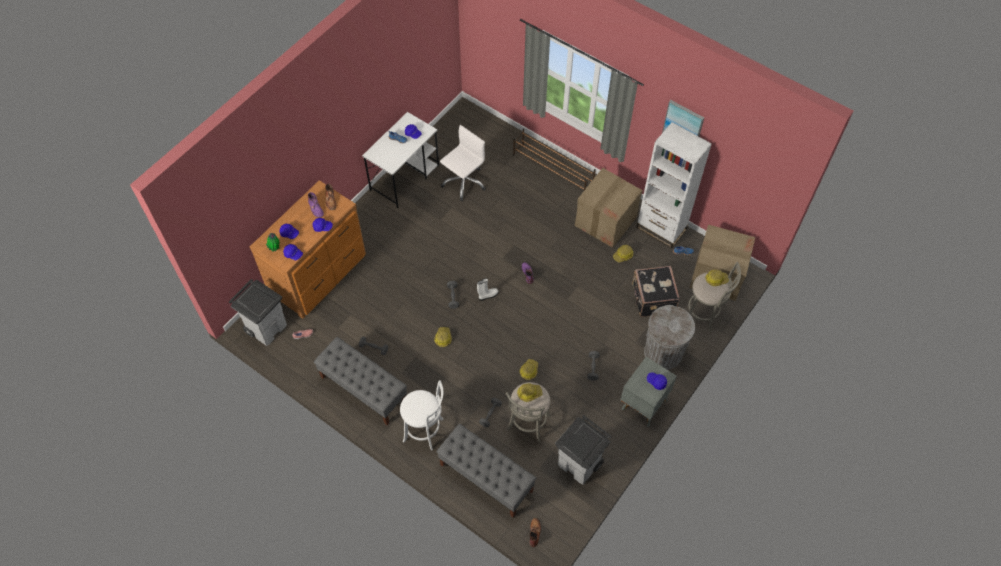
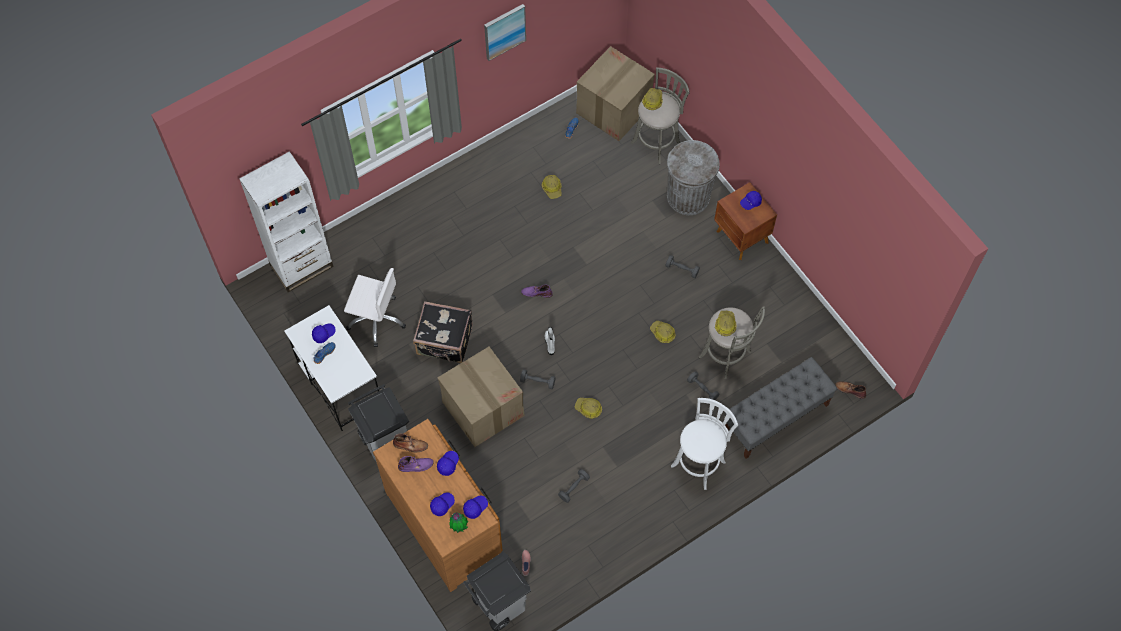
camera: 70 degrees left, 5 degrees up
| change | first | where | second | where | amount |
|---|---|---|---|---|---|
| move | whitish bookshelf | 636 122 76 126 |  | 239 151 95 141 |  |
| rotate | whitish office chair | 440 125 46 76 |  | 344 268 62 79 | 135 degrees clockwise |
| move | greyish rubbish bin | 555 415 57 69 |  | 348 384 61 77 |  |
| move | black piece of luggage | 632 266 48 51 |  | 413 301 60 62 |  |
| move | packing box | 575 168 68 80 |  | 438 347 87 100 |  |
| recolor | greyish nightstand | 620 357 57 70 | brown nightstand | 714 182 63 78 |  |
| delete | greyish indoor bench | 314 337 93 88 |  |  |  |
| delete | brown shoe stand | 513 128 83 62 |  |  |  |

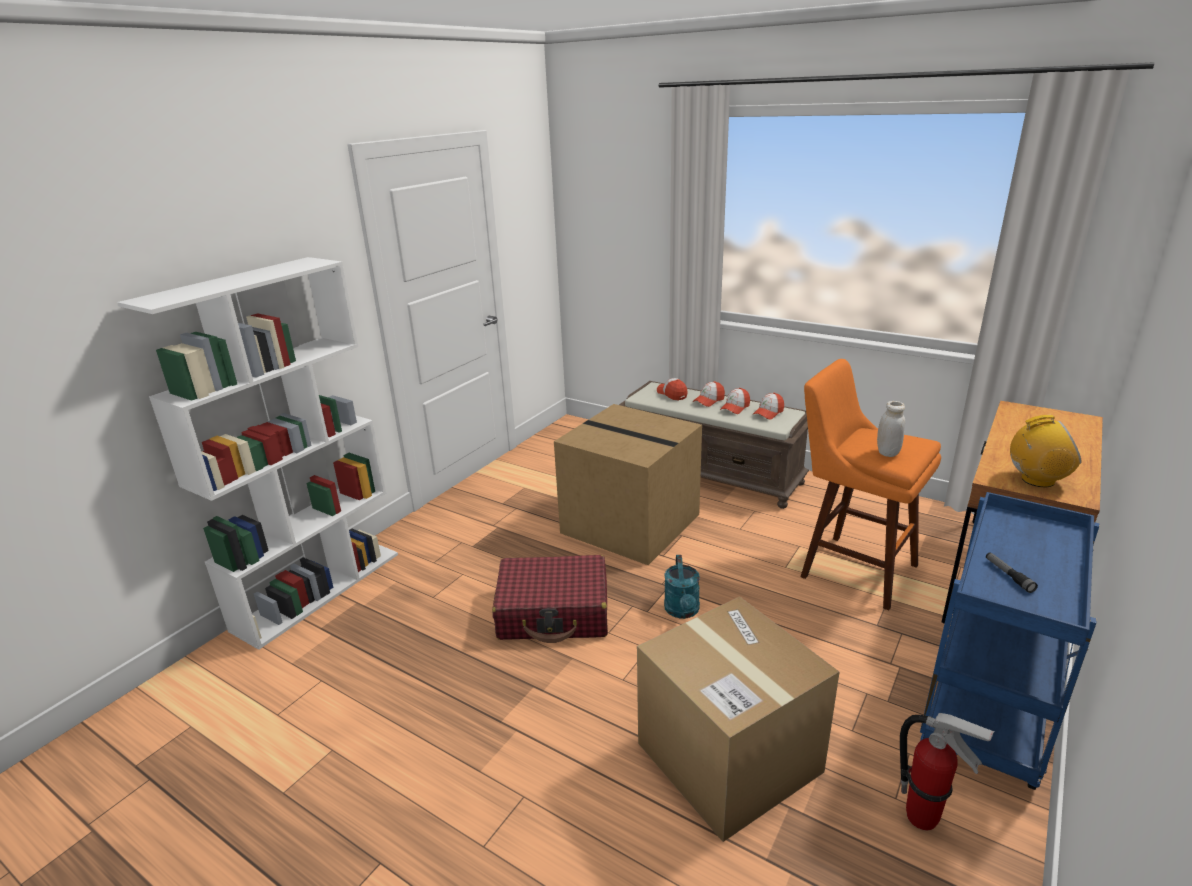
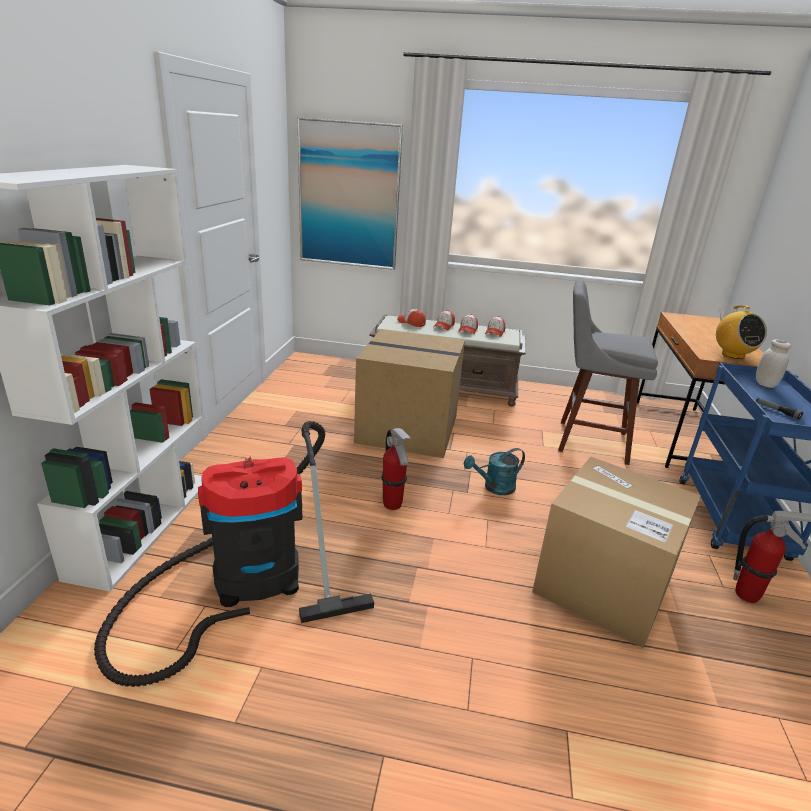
camera: 25 degrees left, 0 degrees up
| change | first | where | second | where | amount |
|---|---|---|---|---|---|
| insert |  |  | vacuum | 94 421 280 266 |  |
| insert |  |  | wall art | 297 117 106 153 |  |
| replace | reddish piece of luggage | 492 555 116 88 | fire extinguisher | 381 428 31 82 |  |
| rotate | turquoise-coloured sprinkling can | 664 555 36 64 |  | 464 448 61 47 | 90 degrees clockwise |
| recolor | orange sitting stool | 800 359 141 251 | greyish sitting stool | 558 279 100 186 |  |
| rotate | radio set | 1010 415 72 72 |  | 716 306 51 53 | 90 degrees clockwise |
| move | whitish storage jar | 877 401 28 56 |  | 756 340 35 48 |  |

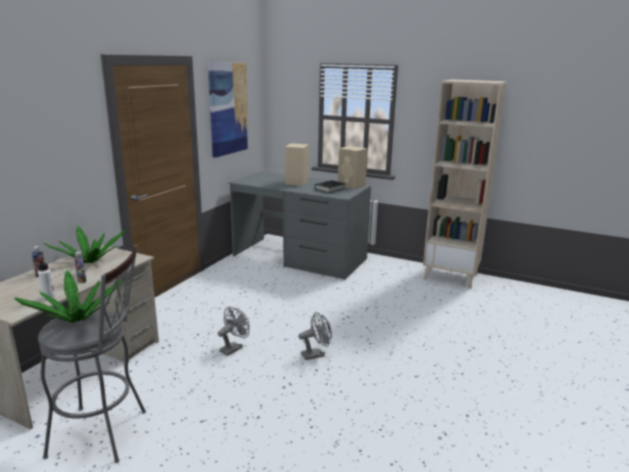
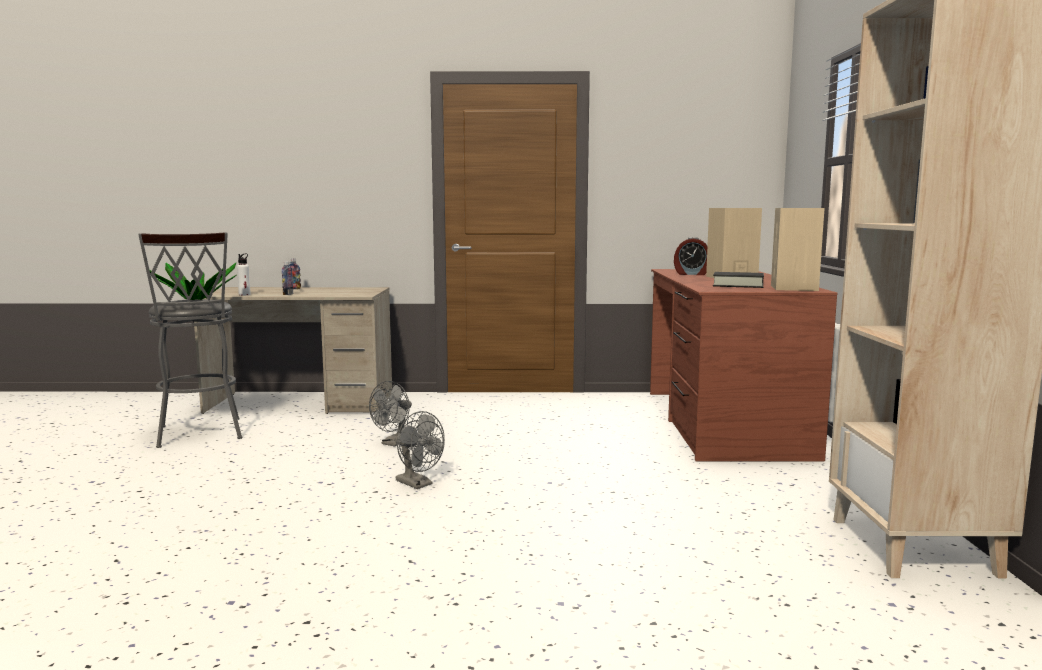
camera: 65 degrees right, 10 degrees down
| change | first | where | second | where | amount |
|---|---|---|---|---|---|
| rotate | greyish electric fan | 218 307 31 49 |  | 369 381 43 66 | 105 degrees clockwise |
| recolor | greyish desk | 228 171 143 109 | brown desk | 650 269 187 193 |  |
| insert |  |  | alarm clock | 674 237 33 38 |  |
| delete | plant in a pot | 44 226 82 37 |  |  |  |
| delete | wall art | 208 63 40 95 |  |  |  |

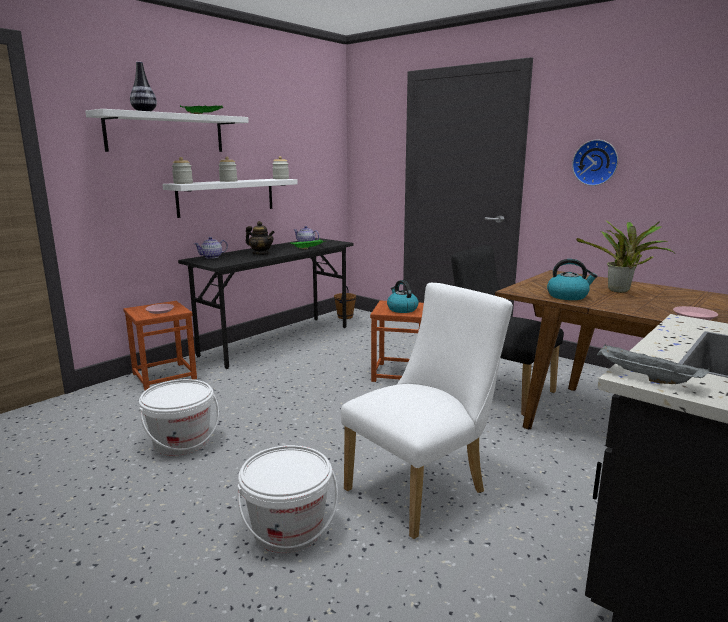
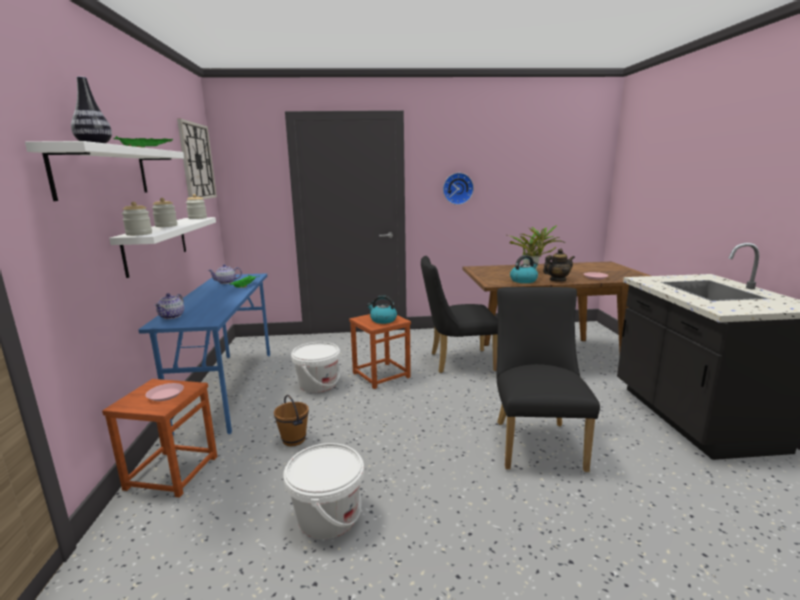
camera: 45 degrees left, 0 degrees up
| change | first | where | second | where | amount |
|---|---|---|---|---|---|
| recolor | black desk | 178 238 175 131 | bluish desk | 138 273 132 164 |  |
| insert |  |  | clock on the wall | 177 119 40 81 |  |
| move | brown water bucket | 334 286 22 33 |  | 274 395 35 51 |  |
| move | whitish water bucket | 237 445 101 108 |  | 291 342 49 51 |  |
| recolor | whitish chair | 341 283 172 256 | black chair | 497 287 103 185 |  |
| move | teapot | 246 221 29 34 |  | 543 249 32 33 |  |
| delete | greyish serving tray | 597 344 113 40 |  |  |  |

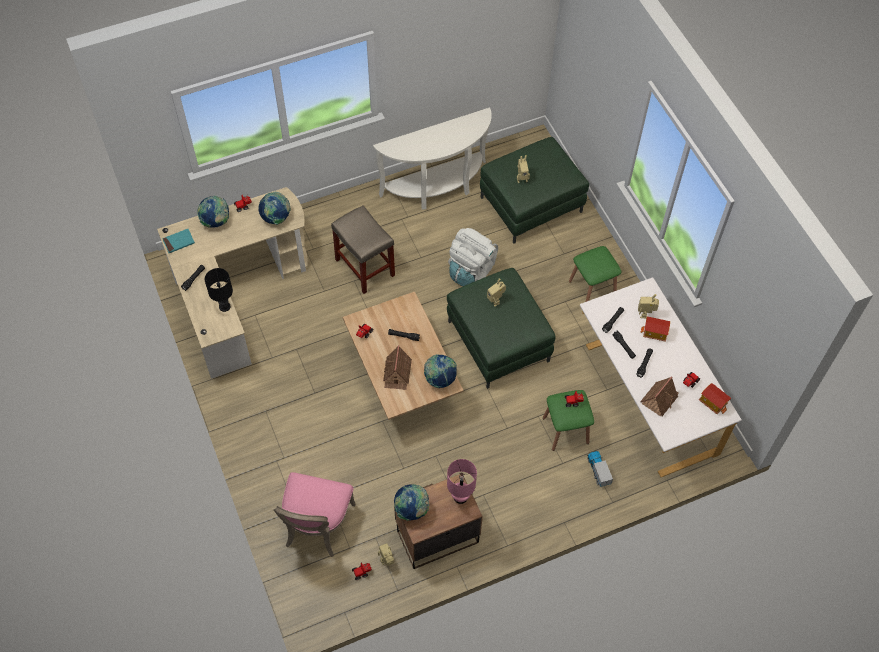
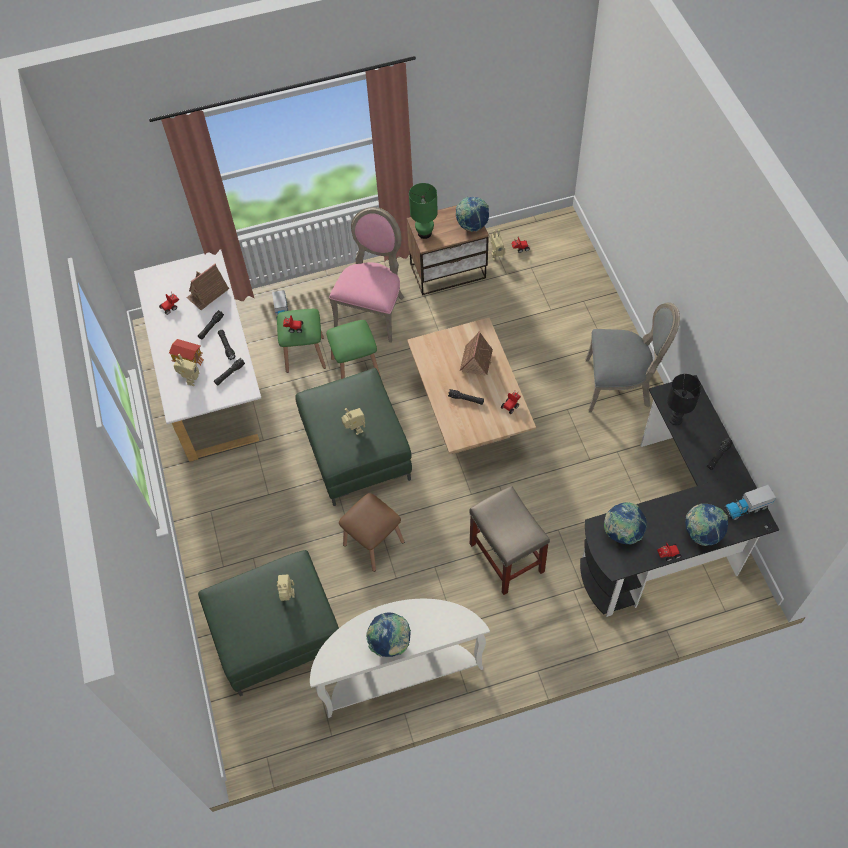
camera: 170 degrees left, 0 degrees up
| change | first | where | second | where | amount |
|---|---|---|---|---|---|
| move | green sitting stool | 569 246 53 56 |  | 326 320 55 59 |  |
| move | pink chair | 274 472 81 85 |  | 329 207 76 136 |  |
| replace | whitish knapsack | 448 228 50 58 | brown sitting stool | 339 493 65 79 |  |
| move | globe | 424 354 33 34 |  | 366 612 45 45 |  |
| recolor | pink table lamp | 447 459 30 45 | green table lamp | 409 183 29 56 |  |
| recolor | beige-coloured desk | 157 187 151 192 | black desk | 580 375 199 242 |  |
| insert |  |  | greyish chair | 586 302 94 110 |  |
| replace | turquoise-coloured volume | 162 229 33 24 | toy truck | 725 485 51 35 |  |
| delete | toy house | 699 383 32 31 |  |  |  |

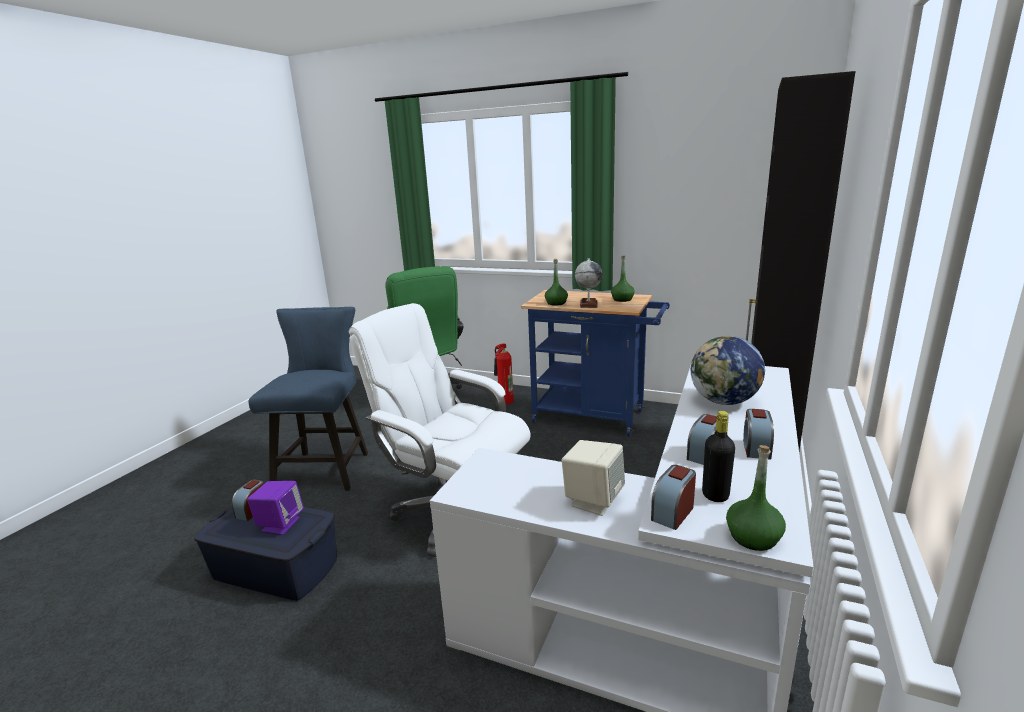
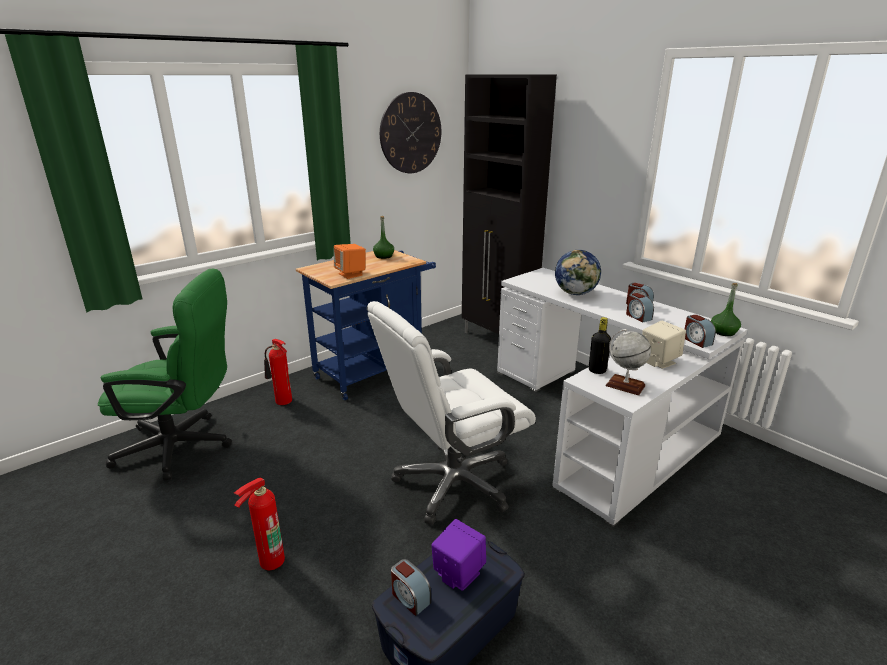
camera: 65 degrees left, 5 degrees up
| change | first | where | second | where | amount |
|---|---|---|---|---|---|
| replace | bluish chair | 248 307 120 184 | fire extinguisher | 234 478 51 92 |  |
| replace | green drink bottle | 545 259 23 47 | orange speaker | 334 244 32 35 |  |
| insert |  |  | clock on the wall | 380 92 61 81 |  |
| move | black drink bottle | 702 411 33 91 |  | 589 317 22 57 |  |
| move | globe | 575 258 28 50 |  | 605 329 46 67 |  |

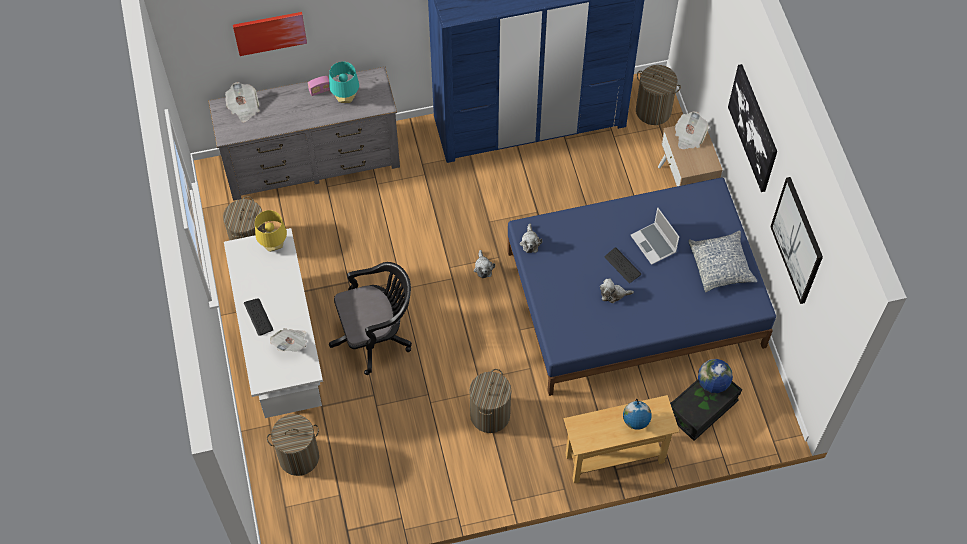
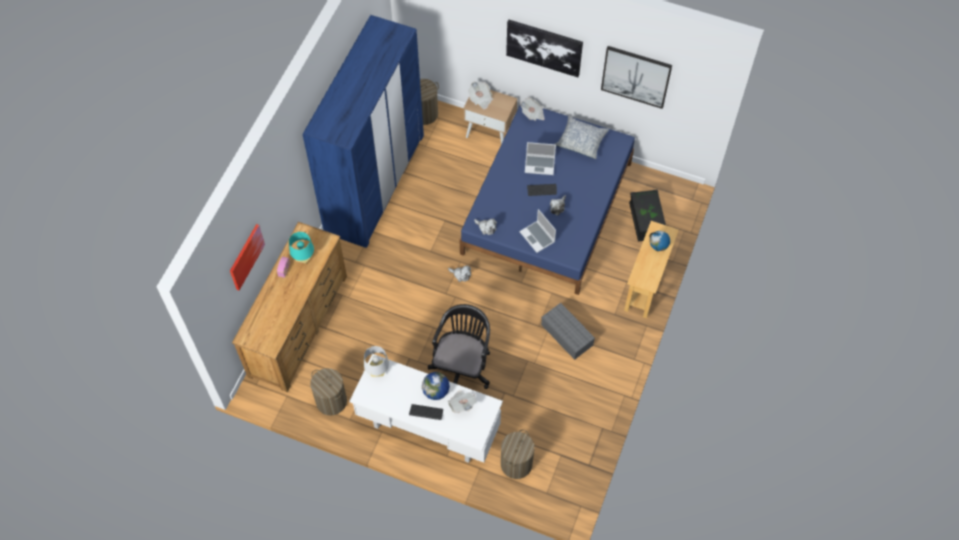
camera: 55 degrees left, 0 degrees up
| change | first | where | second | where | amount |
|---|---|---|---|---|---|
| recolor | greyish chest of drawers | 208 67 192 134 | brown chest of drawers | 232 222 115 170 |  |
| recolor | yellow table lamp | 255 210 32 42 | greyish table lamp | 364 346 25 31 |  |
| move | globe | 698 359 35 34 |  | 422 372 28 28 |  |
| insert |  |  | portable computer | 519 209 37 44 |  |
| move | newspaper | 225 82 35 41 |  | 520 98 24 23 |  |
| replace | hamper | 469 369 43 64 | greyish storage container | 541 303 54 57 |  |

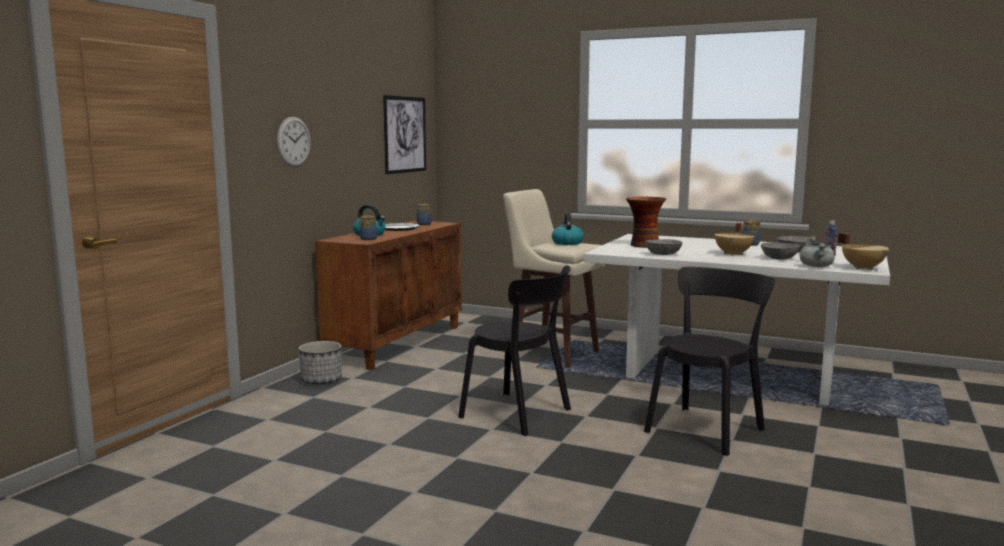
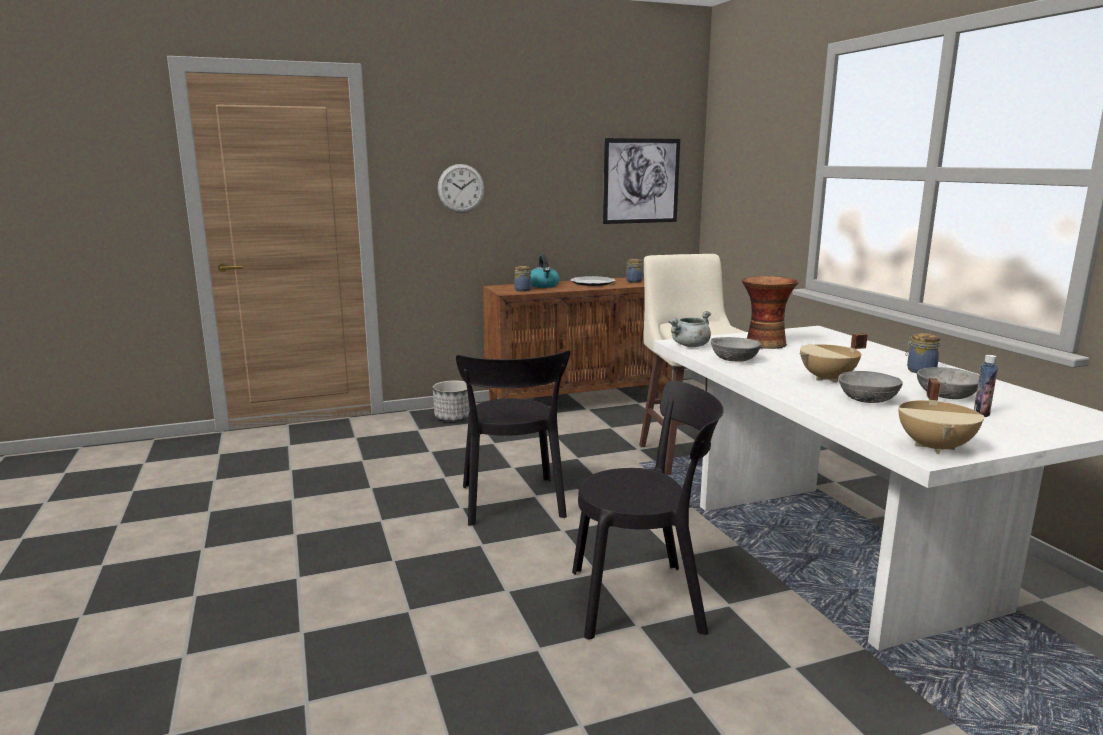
camera: 45 degrees right, 5 degrees up
| change | first | where | second | where | amount |
|---|---|---|---|---|---|
| move | greyish cooking pot | 799 236 36 31 |  | 668 311 43 36 |  |
| delete | water kettle | 552 213 32 32 |  |  |  |

